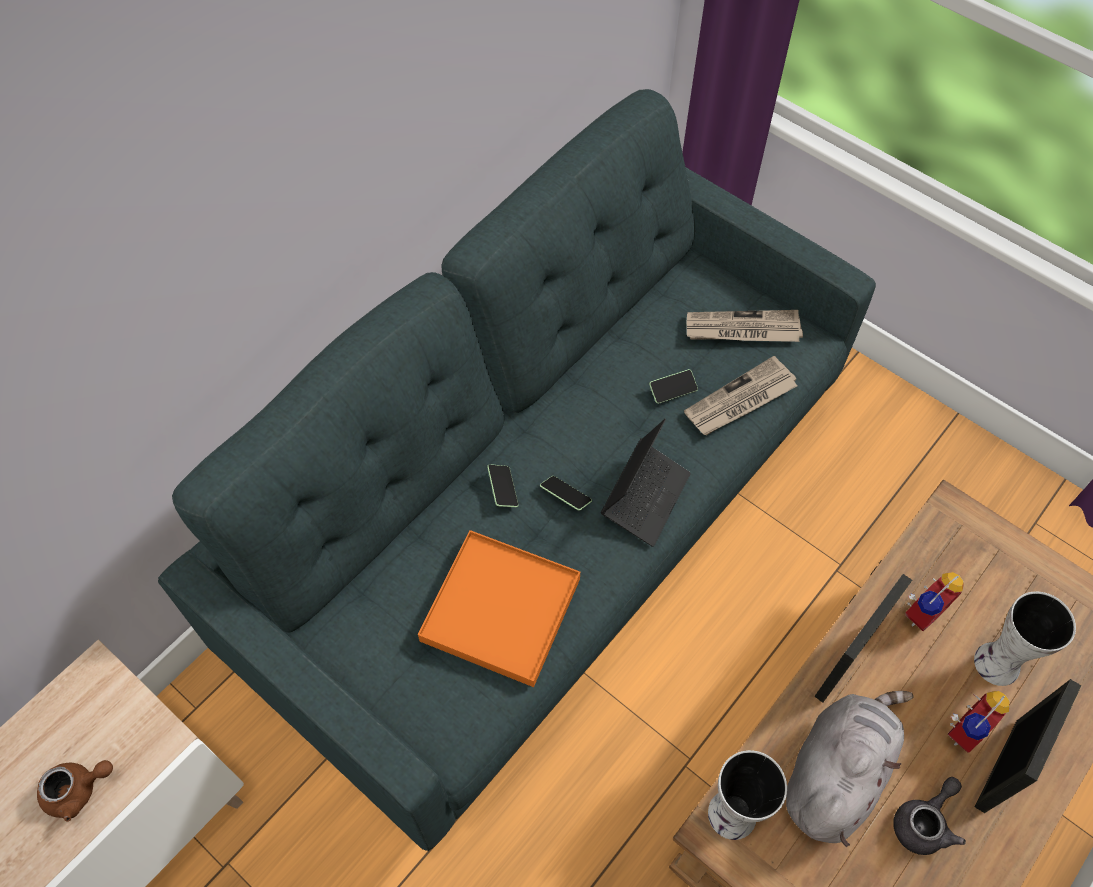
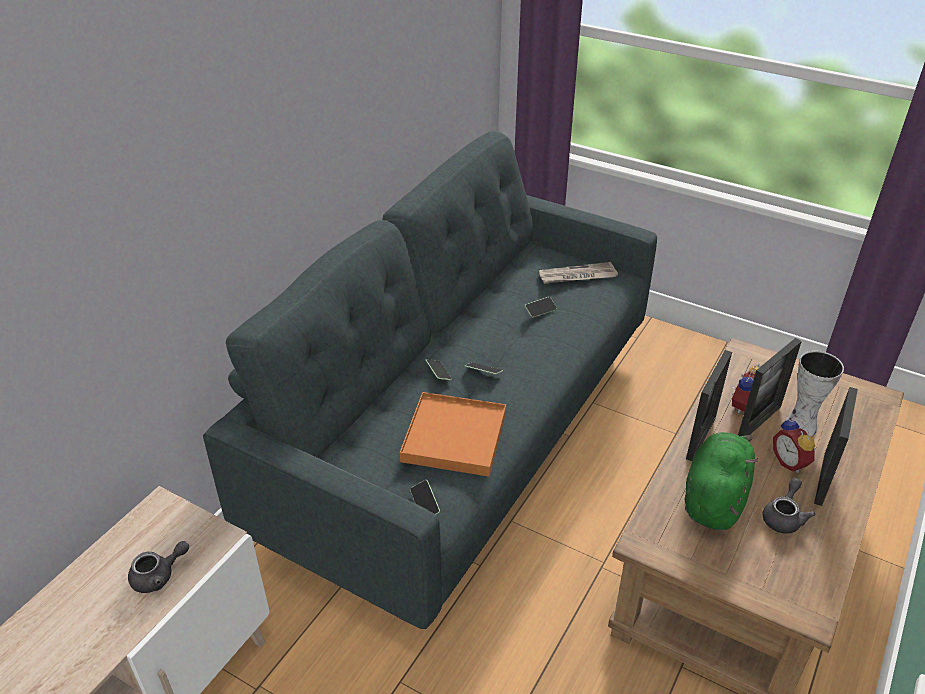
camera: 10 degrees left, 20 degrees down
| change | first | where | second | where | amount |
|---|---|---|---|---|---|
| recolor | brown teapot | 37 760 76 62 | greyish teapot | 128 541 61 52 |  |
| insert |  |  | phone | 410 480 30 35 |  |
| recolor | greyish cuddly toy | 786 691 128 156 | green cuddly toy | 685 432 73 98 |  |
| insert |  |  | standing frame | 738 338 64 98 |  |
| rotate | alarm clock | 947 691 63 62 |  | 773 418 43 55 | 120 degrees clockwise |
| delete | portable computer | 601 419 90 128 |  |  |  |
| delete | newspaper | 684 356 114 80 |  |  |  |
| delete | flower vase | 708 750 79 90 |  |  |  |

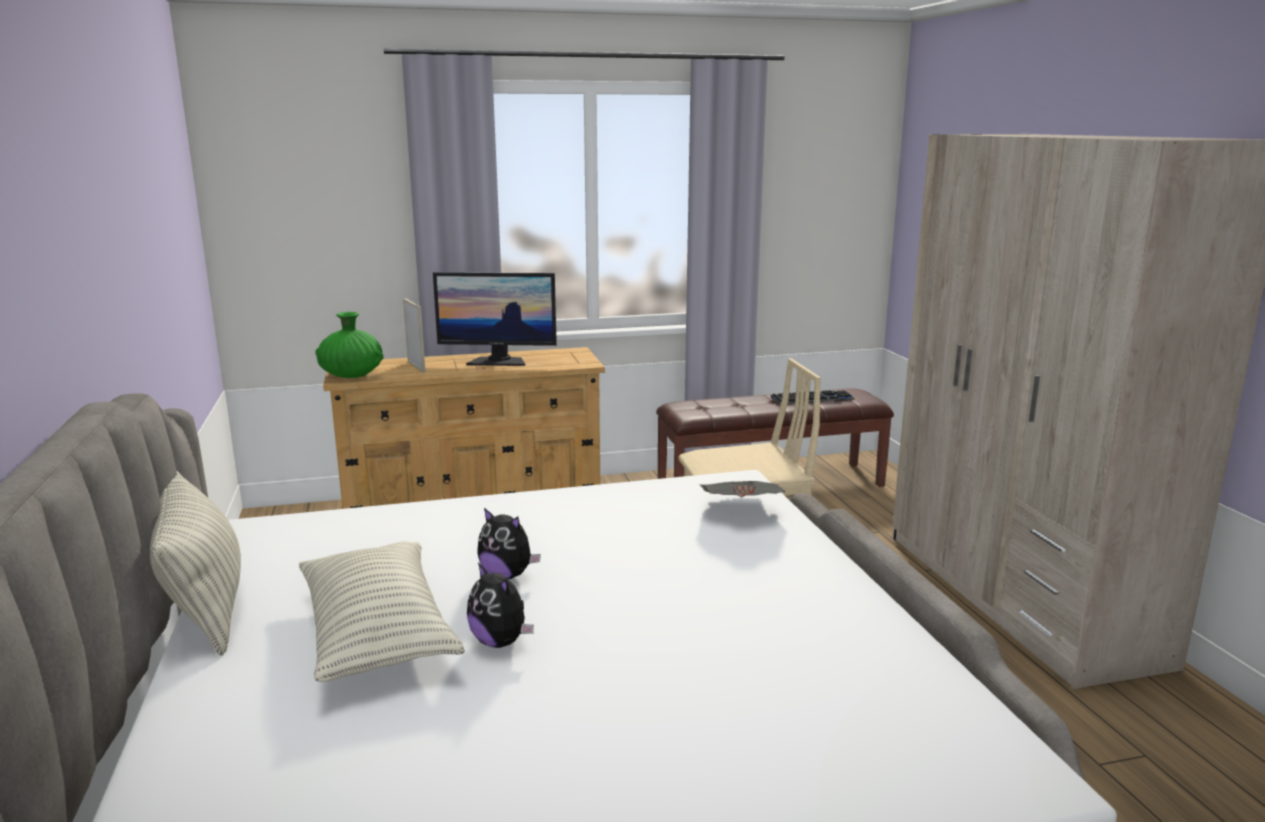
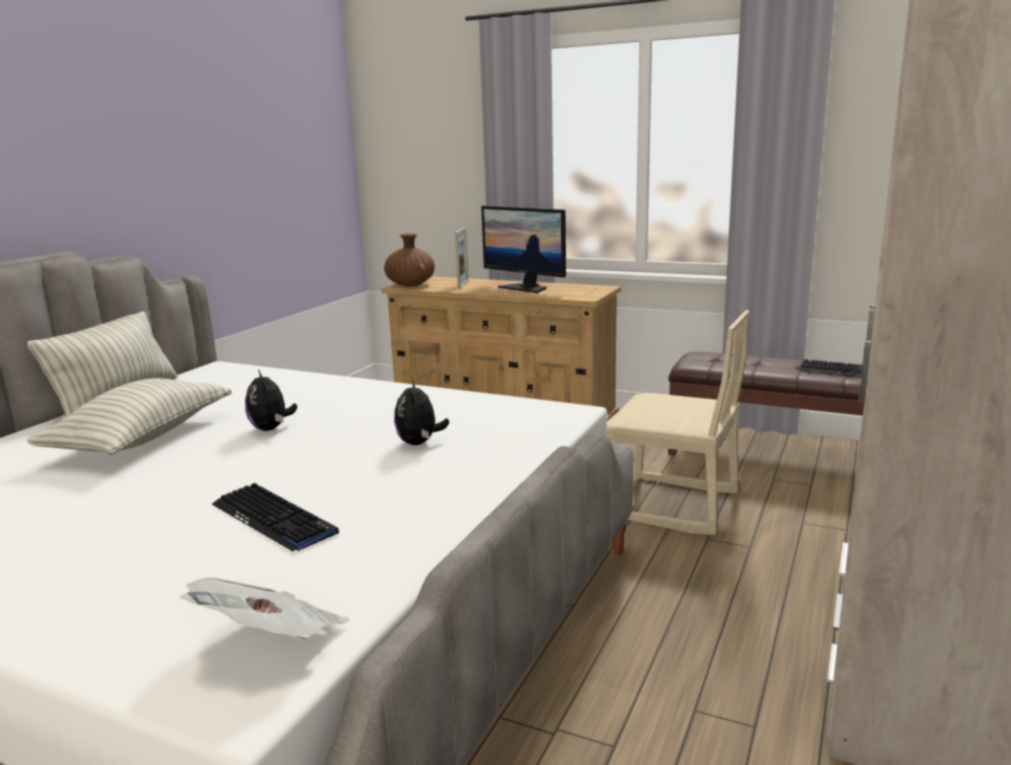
camera: 40 degrees right, 0 degrees up
| change | first | where | second | where | amount |
|---|---|---|---|---|---|
| move | newspaper | 700 481 86 16 |  | 180 577 170 62 |  |
| insert |  |  | PC keyboard | 212 483 127 68 |  |
| recolor | green flower vase | 315 312 69 66 | brown flower vase | 384 233 51 53 |  |
| move | cuddly toy | 467 563 67 85 |  | 394 379 55 66 |  |

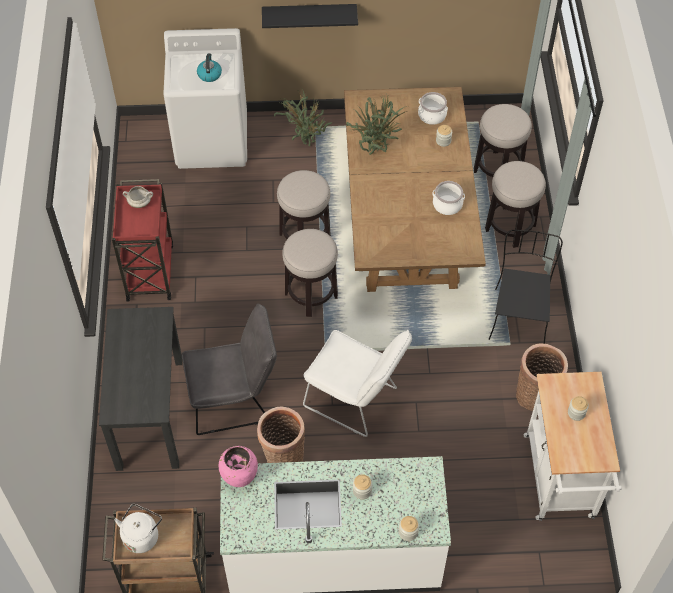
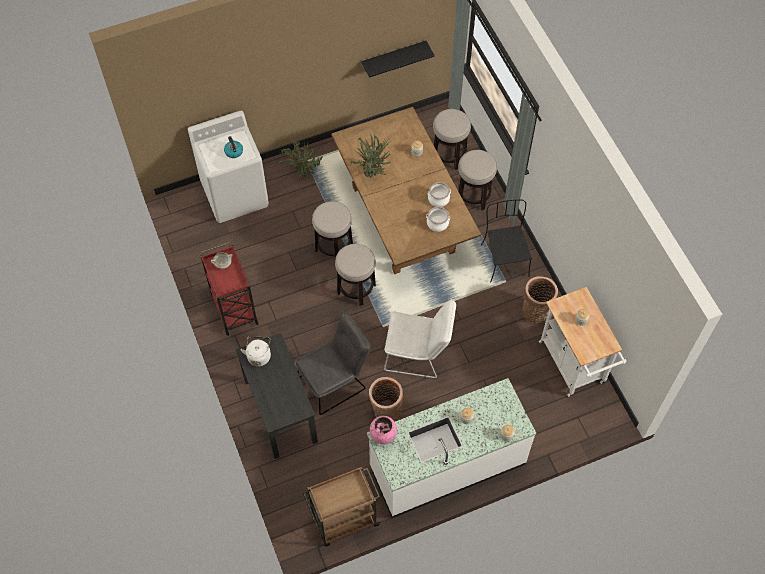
camera: 20 degrees left, 5 degrees up
| change | first | where | second | where | amount |
|---|---|---|---|---|---|
| move | whitish water kettle | 114 504 48 49 |  | 240 336 31 30 |  |
| move | black wall shelf | 262 4 96 24 |  | 361 41 74 37 |  |
| move | cooking pot | 418 92 30 33 |  | 426 207 24 25 |  |

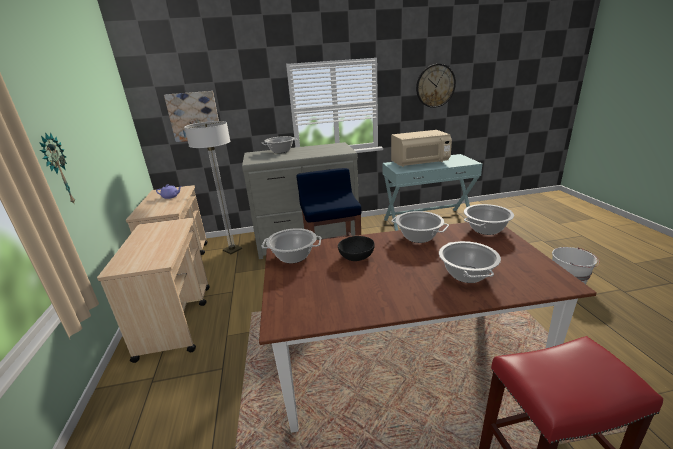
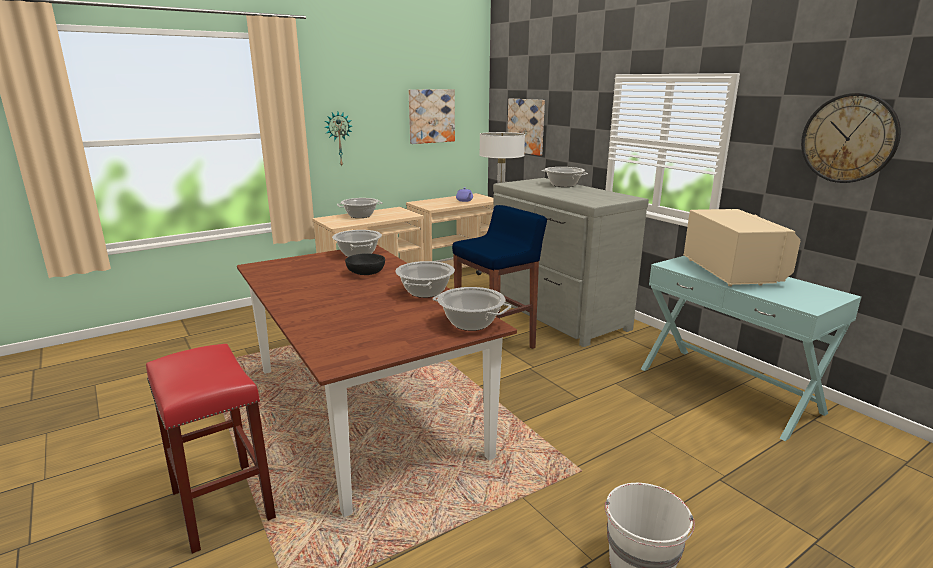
camera: 65 degrees right, 5 degrees down
| change | first | where | second | where | amount |
|---|---|---|---|---|---|
| move | cooking pot | 439 241 62 42 |  | 337 198 45 20 |  |
| insert |  |  | wall art | 409 89 46 55 |  |
| rotate | beige-coloured kitchen microwave | 391 130 61 37 |  | 683 209 117 77 | 150 degrees counterclockwise |

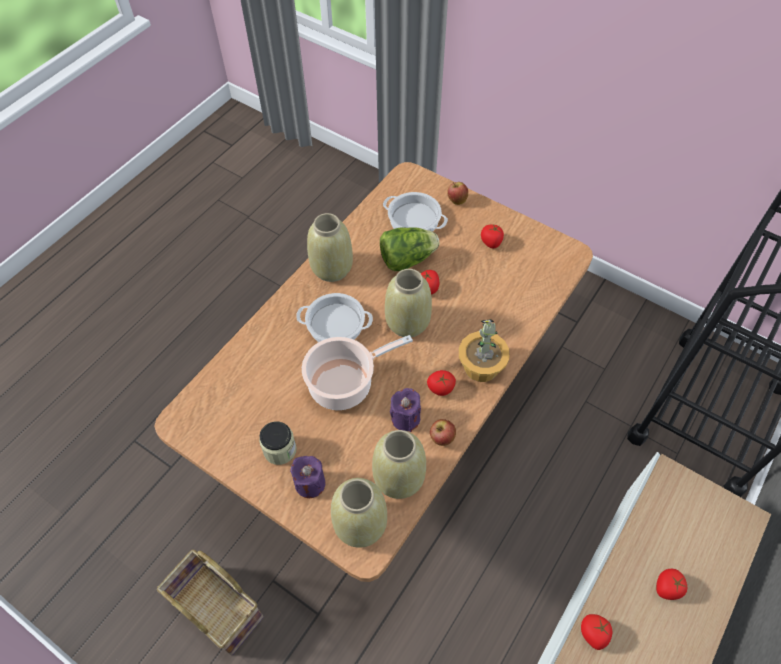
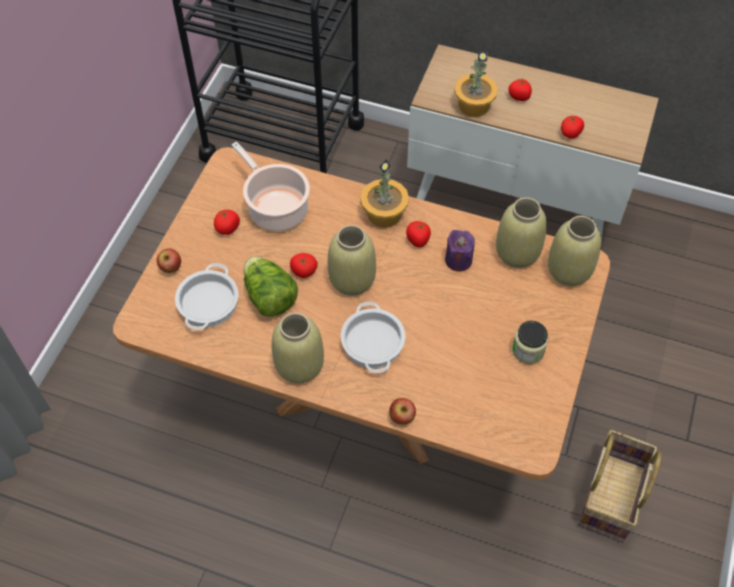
camera: 105 degrees left, 0 degrees up
| change | first | where | second | where | amount |
|---|---|---|---|---|---|
| move | cooking pot | 302 335 111 75 |  | 231 142 79 89 |  |
| move | whole apple | 430 419 26 27 |  | 389 398 27 26 |  |
| insert |  |  | plant in a pot | 455 51 43 66 |  |
| delete | purple-coloured wax light | 290 456 35 42 |  |  |  |

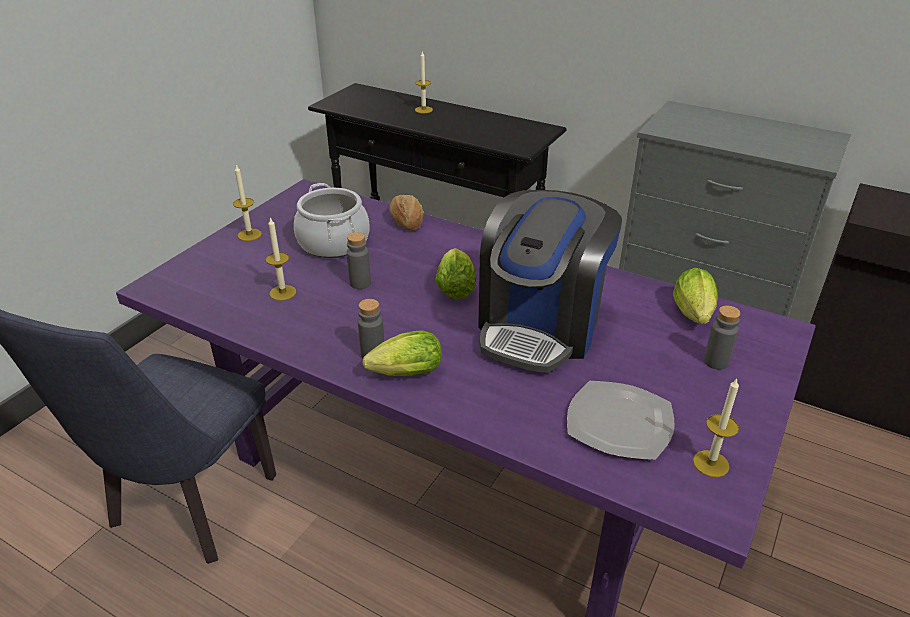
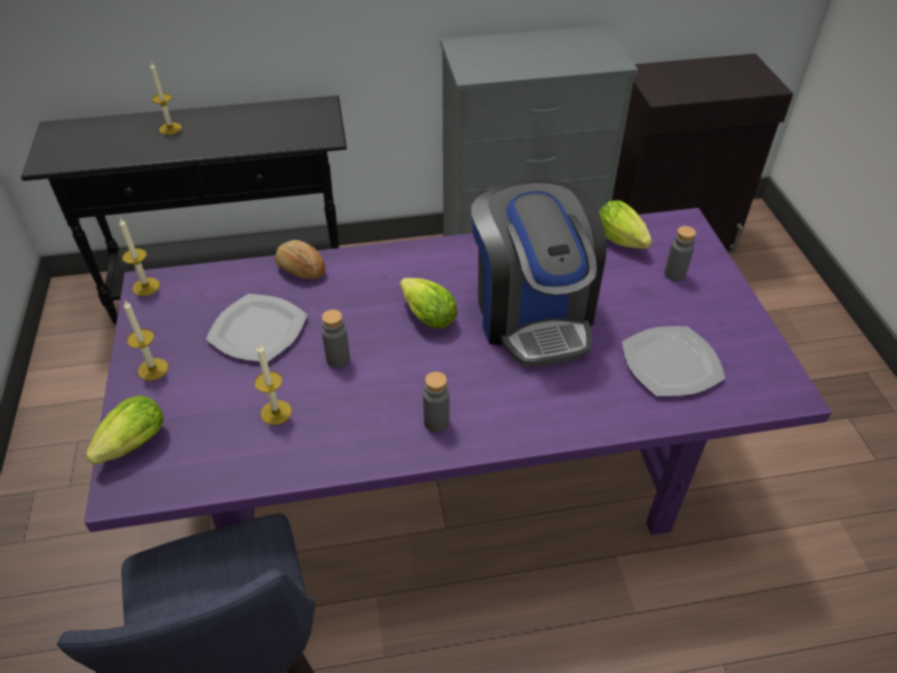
camera: 40 degrees left, 10 degrees up
| change | first | where | second | where | amount |
|---|---|---|---|---|---|
| move | lettuce head | 362 330 80 46 |  | 86 395 78 70 |  |
| move | wax light | 693 378 46 99 |  | 119 218 41 78 |  |
| replace | cooking pot | 294 183 76 75 | dinner plate | 206 294 101 68 |  |

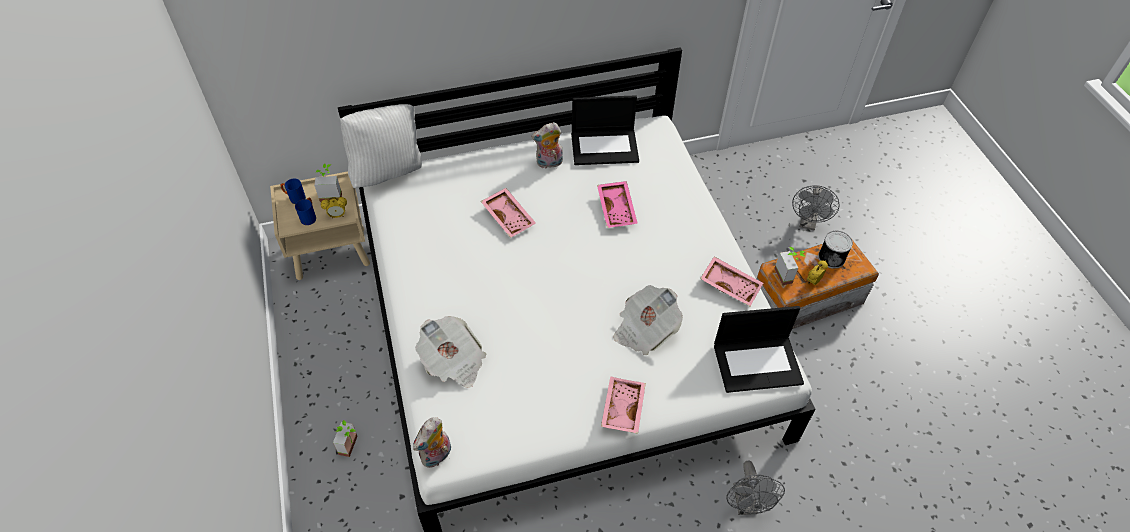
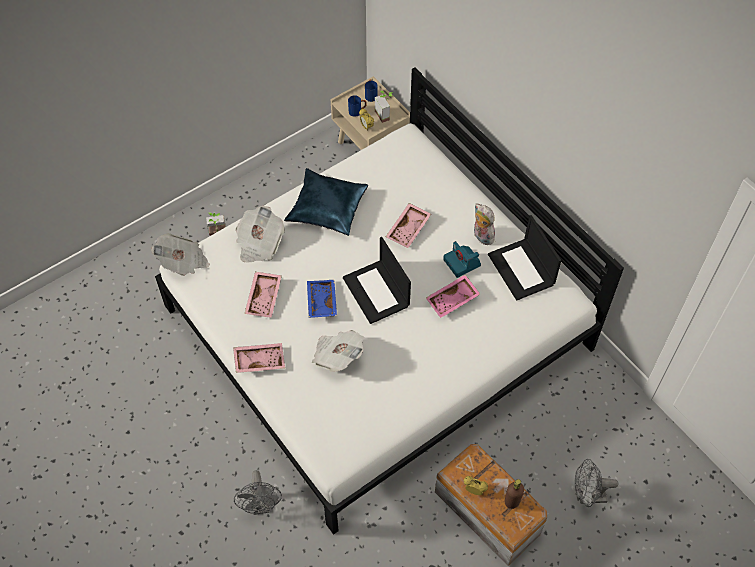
camera: 70 degrees right, 5 degrees up
| change | first | where | second | where | amount |
|---|---|---|---|---|---|
| replace | cuddly toy | 413 417 38 51 | newspaper | 151 233 59 43 |  |
| rotate | greyish electric fan | 726 461 59 54 |  | 234 470 48 45 | 75 degrees counterclockwise |
| move | pink serving tray | 700 256 63 50 |  | 244 272 38 46 |  |
| insert |  |  | bluish throw pillow | 284 168 84 68 |  |
| insert |  |  | bluish serving tray | 307 280 30 38 |  |
| move | portable computer | 714 306 90 87 |  | 343 237 68 87 |  |
| insert |  |  | photo camera | 443 241 38 37 |  |
| replace | sealed can | 818 231 35 38 | brown drink bottle | 505 479 19 30 |  |
| delete | whitish throw pillow | 340 104 82 84 |  |  |  |
| delete | plant in a pot | 774 247 31 38 |  |  |  |

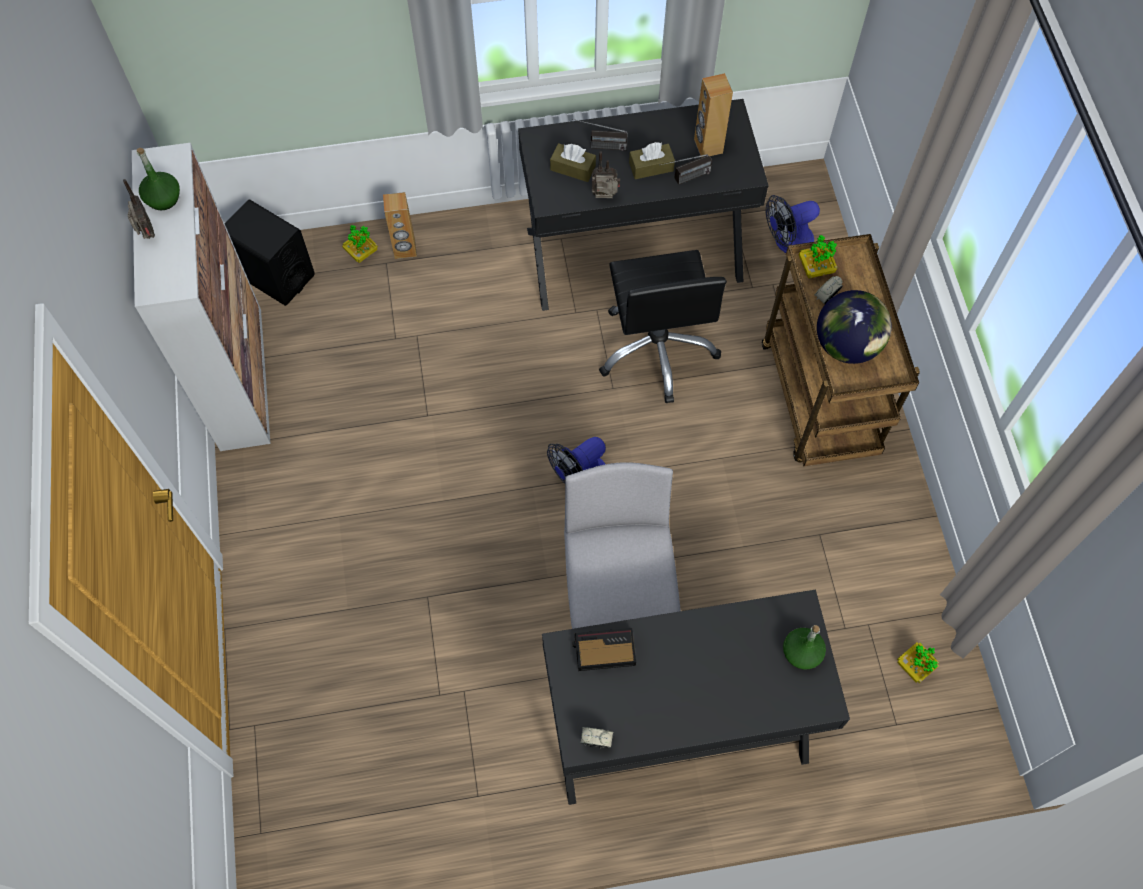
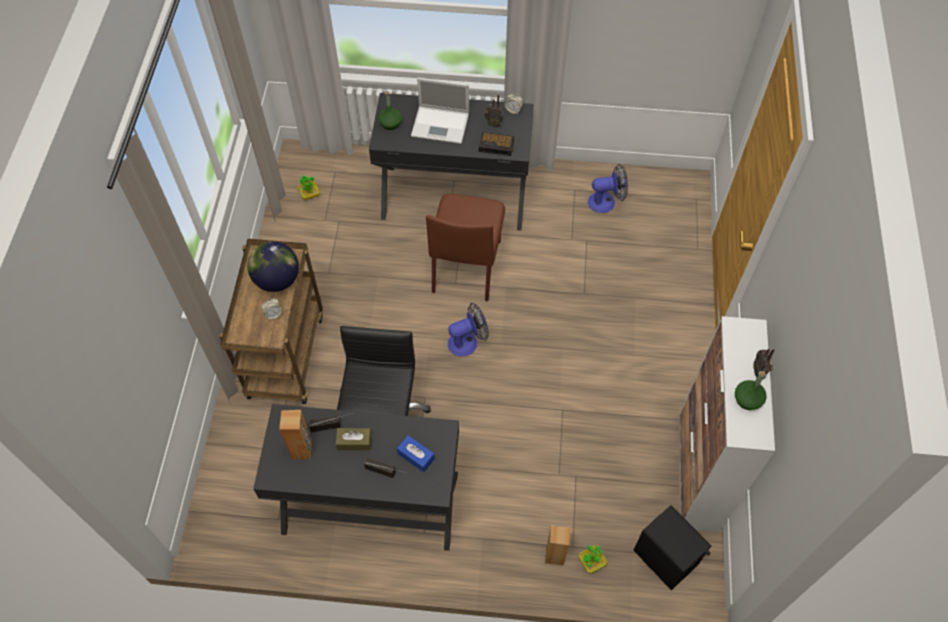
camera: 165 degrees left, 5 degrees down
| change | first | where | second | where | amount |
|---|---|---|---|---|---|
| recolor | brown tissue box | 550 143 46 39 | bluish tissue box | 397 435 38 37 |  |
| insert |  |  | portable computer | 411 78 58 66 |  |
| recolor | greyish chair | 564 462 116 167 | brown chair | 426 194 79 107 |  |
| move | radio set | 592 151 28 47 |  | 484 95 19 33 |  |
| move | electric fan | 765 195 55 58 |  | 588 164 40 49 |  |
| delete | plant in a pot | 799 235 39 43 |  |  |  |

